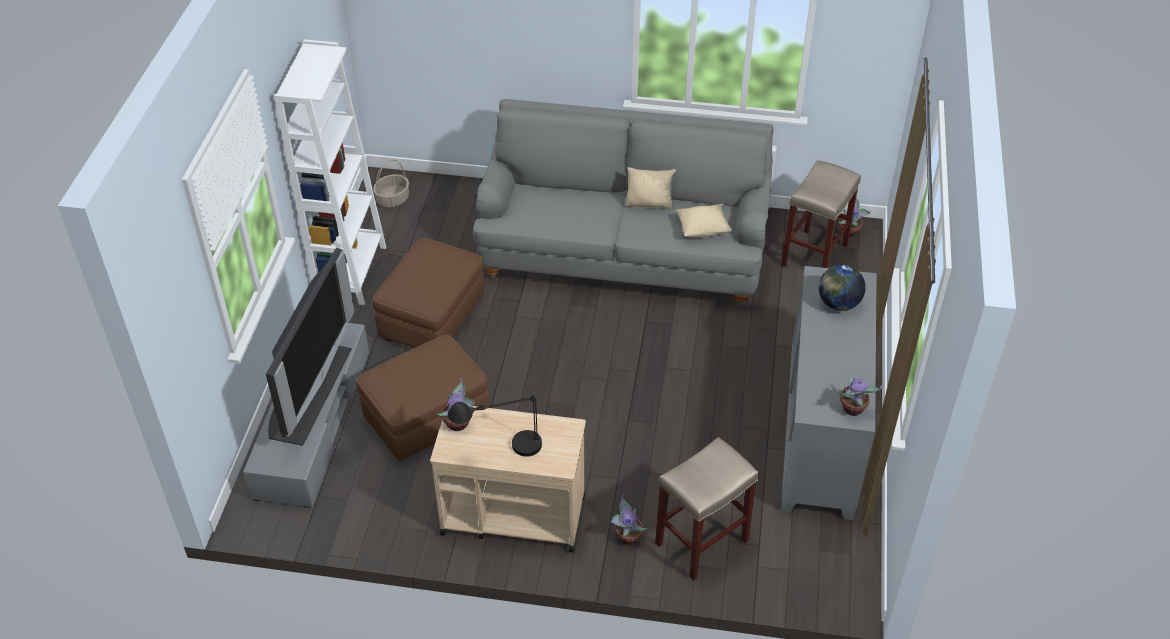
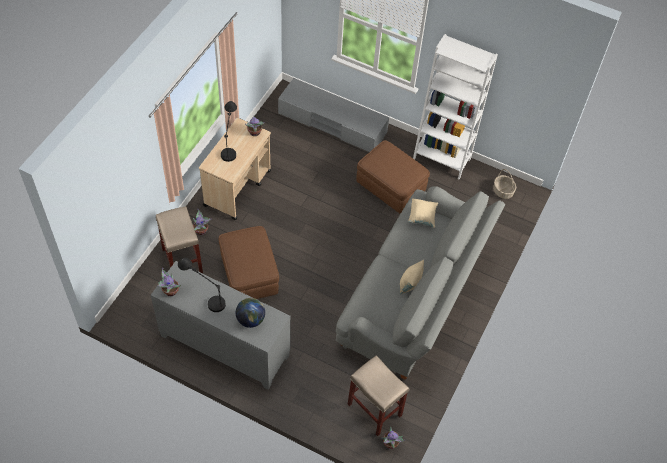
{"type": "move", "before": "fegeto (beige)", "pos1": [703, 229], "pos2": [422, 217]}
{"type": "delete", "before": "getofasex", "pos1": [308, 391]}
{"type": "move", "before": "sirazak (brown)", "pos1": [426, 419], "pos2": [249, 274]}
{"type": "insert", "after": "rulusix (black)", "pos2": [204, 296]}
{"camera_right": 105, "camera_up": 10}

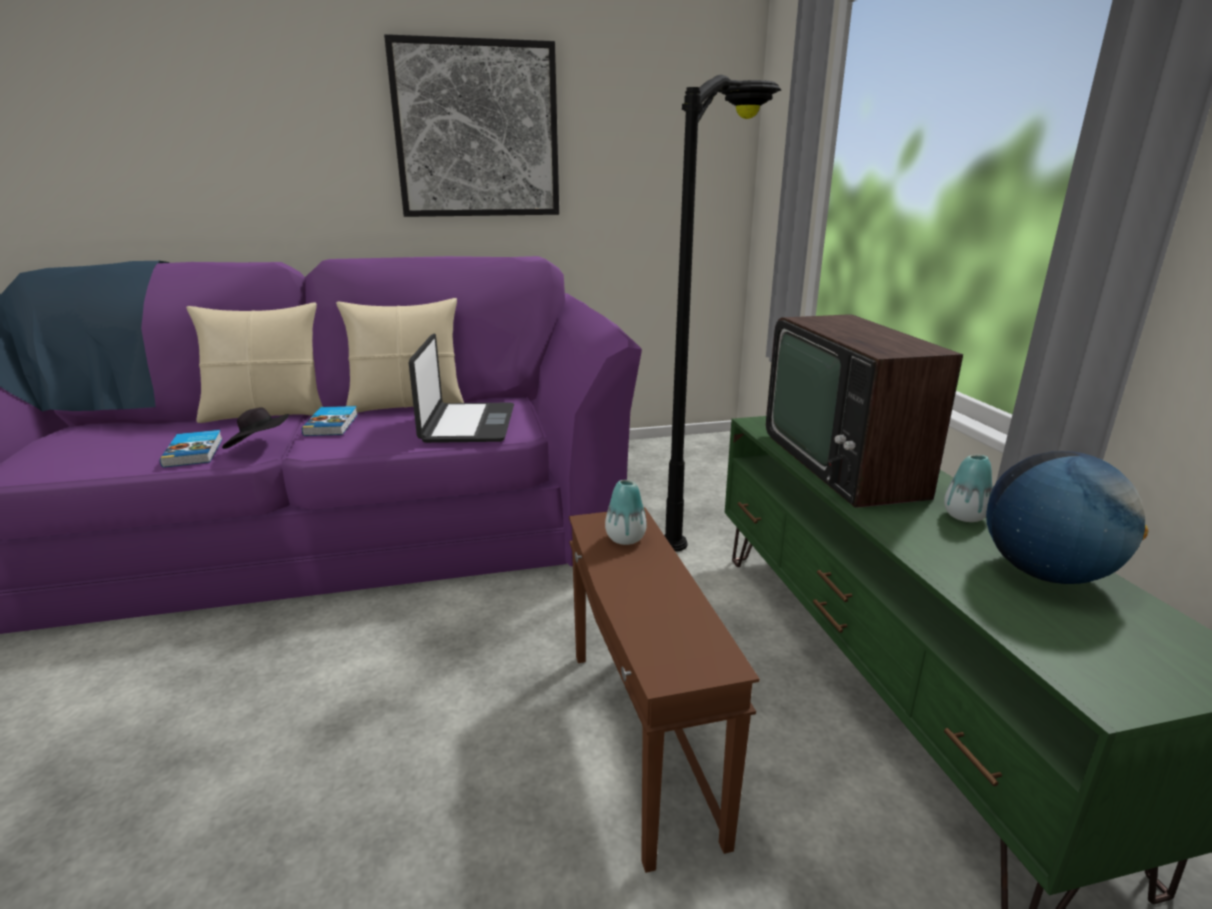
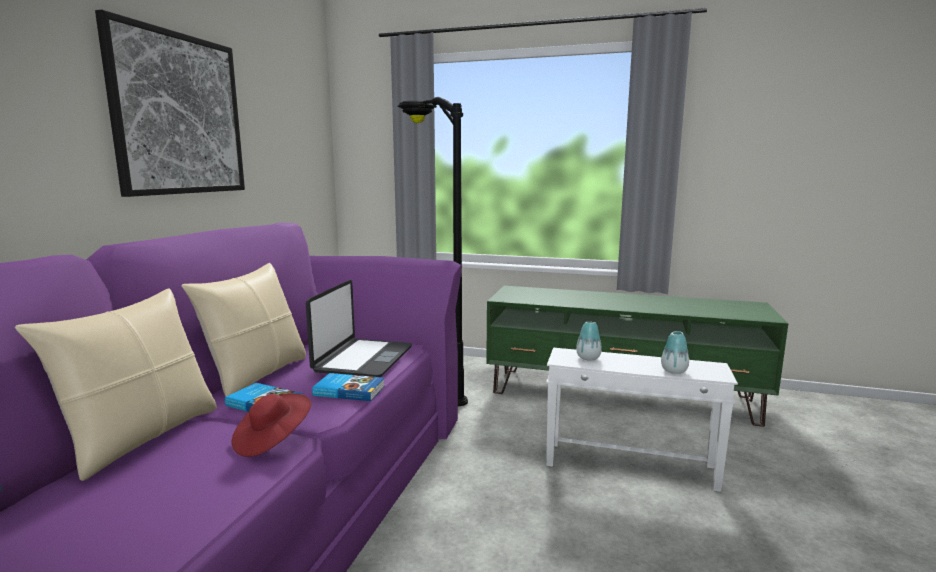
{"type": "delete", "before": "getofasex", "pos1": [850, 461]}
{"type": "rotate", "before": "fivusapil", "pos1": [467, 424], "pos2": [363, 359], "turn": 75}
{"type": "recolor", "before": "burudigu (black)", "after": "burudigu (red)", "pos1": [261, 447], "pos2": [272, 440]}
{"type": "move", "before": "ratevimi", "pos1": [195, 452], "pos2": [349, 390]}
{"type": "delete", "before": "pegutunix", "pos1": [1045, 573]}
{"type": "move", "before": "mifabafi", "pos1": [964, 516], "pos2": [674, 371]}
{"type": "recolor", "before": "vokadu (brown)", "after": "vokadu (white)", "pos1": [639, 738], "pos2": [629, 466]}
{"camera_right": -60, "camera_up": -10}

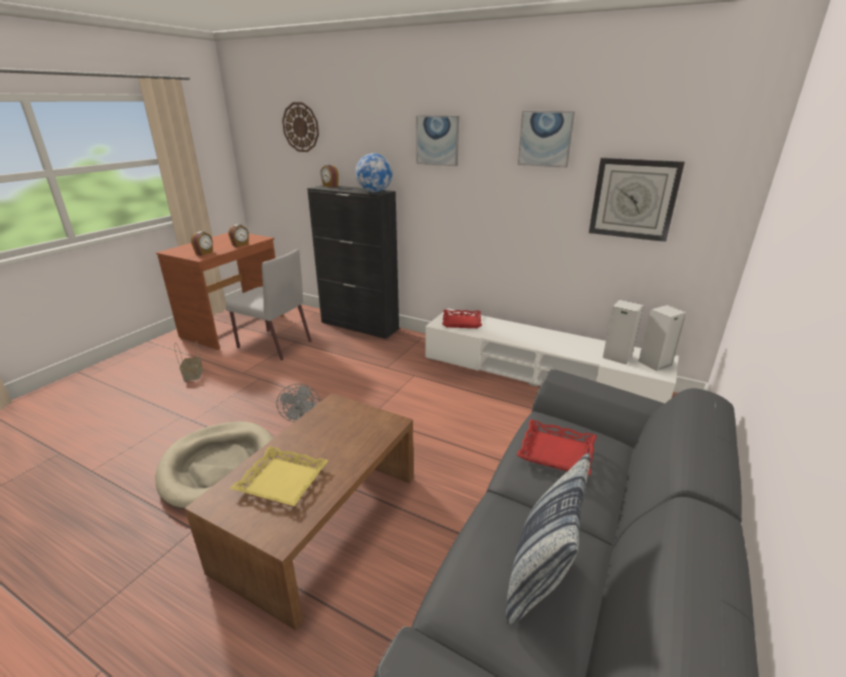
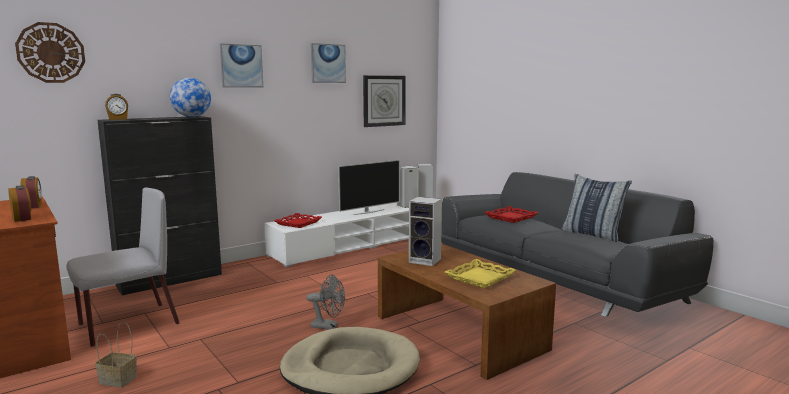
{"type": "insert", "after": "getofasex", "pos2": [368, 212]}
{"type": "insert", "after": "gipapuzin", "pos2": [426, 260]}
{"camera_right": -65, "camera_up": -15}

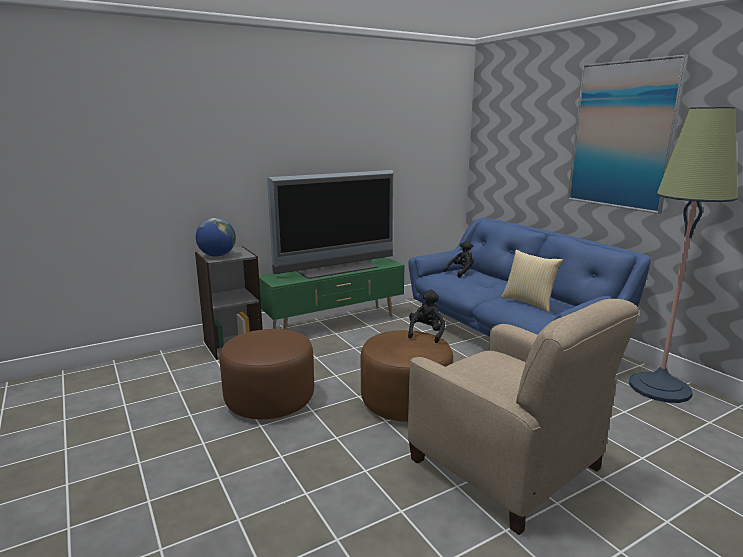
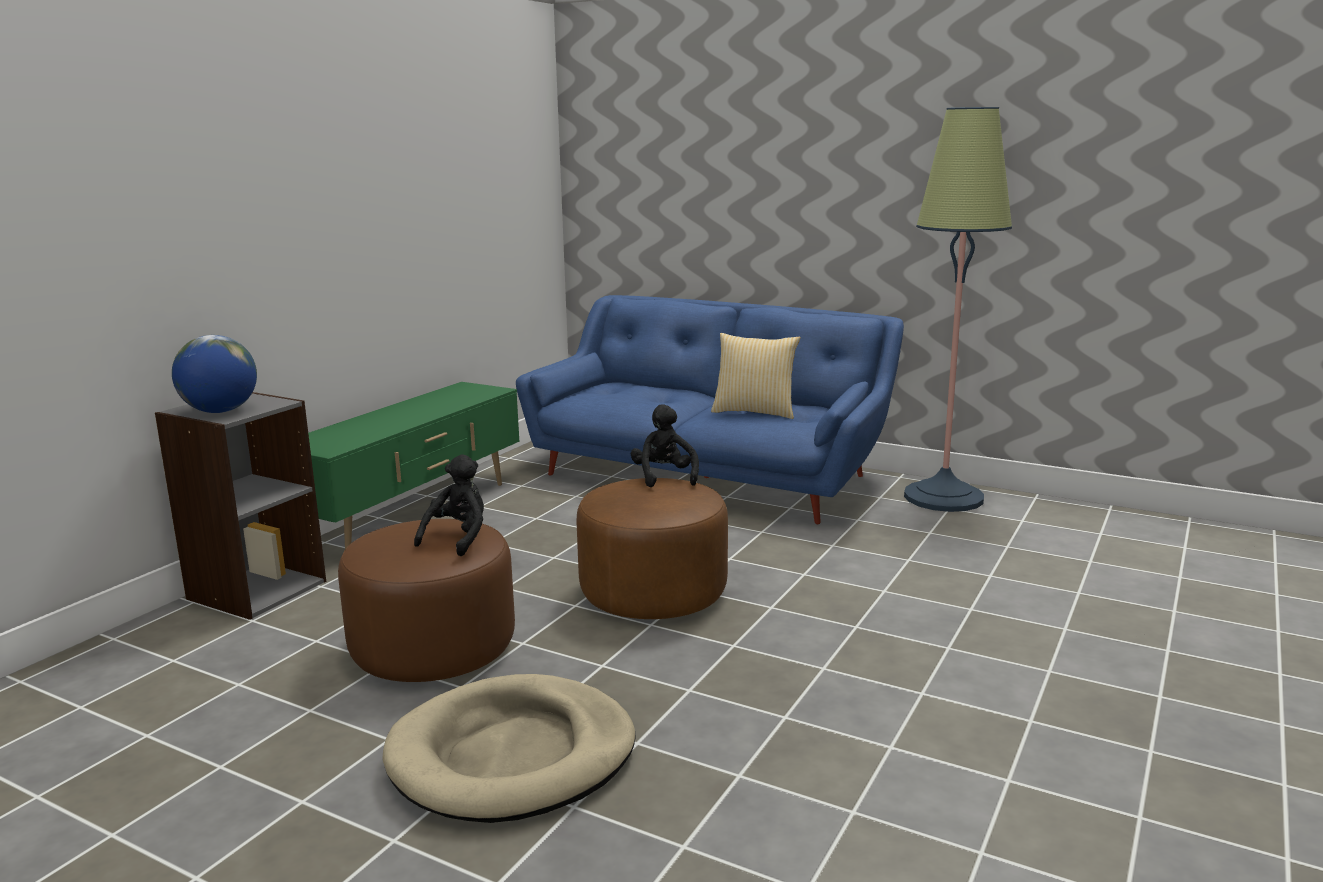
{"type": "delete", "before": "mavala", "pos1": [622, 136]}
{"type": "delete", "before": "getofasex", "pos1": [337, 268]}
{"type": "move", "before": "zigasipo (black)", "pos1": [461, 272], "pos2": [458, 538]}
{"type": "delete", "before": "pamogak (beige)", "pos1": [506, 465]}
{"type": "insert", "after": "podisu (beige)", "pos2": [512, 756]}
{"camera_right": -30, "camera_up": 0}

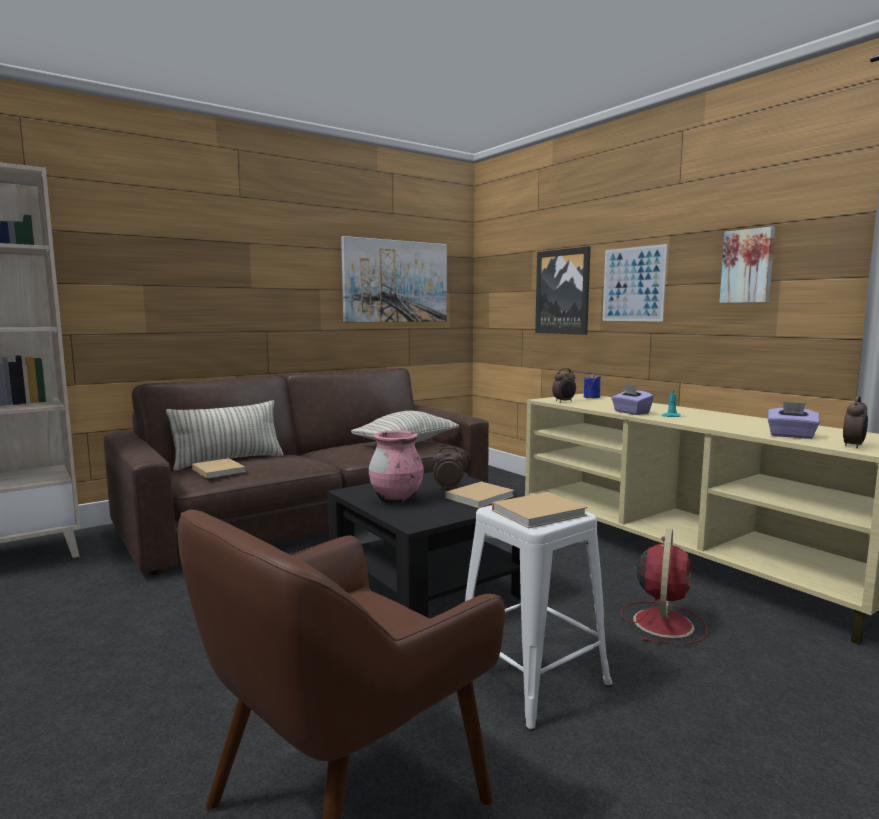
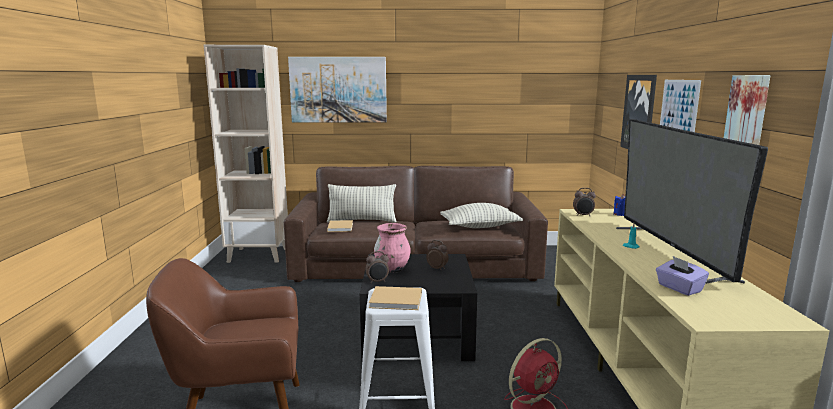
{"type": "move", "before": "mavala", "pos1": [395, 281], "pos2": [338, 90]}
{"type": "delete", "before": "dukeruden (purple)", "pos1": [631, 412]}
{"type": "move", "before": "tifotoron", "pos1": [854, 446], "pos2": [377, 281]}
{"type": "delete", "before": "ratevimi (beige)", "pos1": [481, 496]}
{"type": "insert", "after": "getofasex", "pos2": [671, 251]}
{"camera_right": 35, "camera_up": 5}

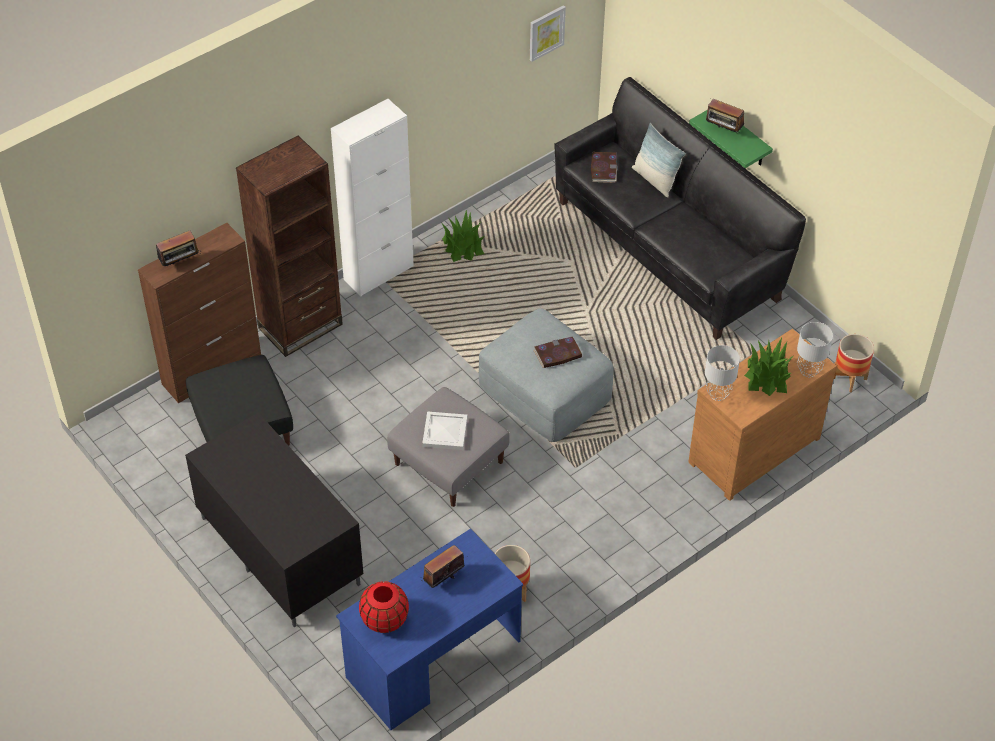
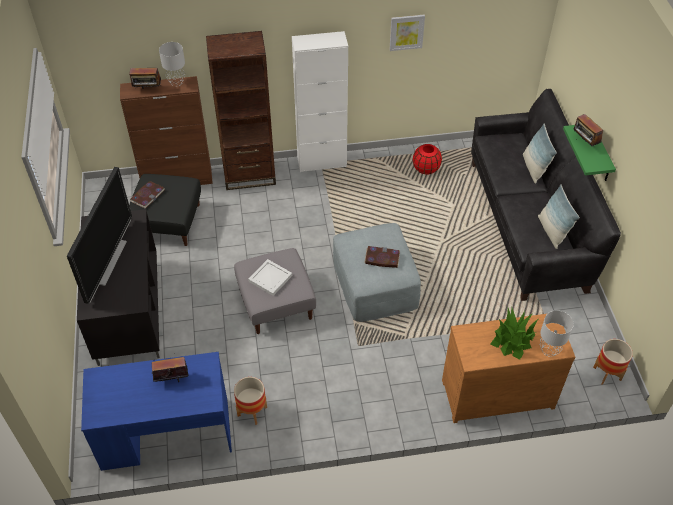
{"type": "move", "before": "mavala", "pos1": [546, 32], "pos2": [406, 32]}
{"type": "move", "before": "ratevimi", "pos1": [603, 168], "pos2": [147, 195]}
{"type": "delete", "before": "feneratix", "pos1": [463, 246]}
{"type": "move", "before": "rulusix (grey)", "pos1": [718, 394], "pos2": [177, 82]}
{"type": "move", "before": "mifabafi (red)", "pos1": [384, 619], "pos2": [426, 168]}
{"type": "insert", "after": "getofasex", "pos2": [107, 262]}
{"type": "insert", "after": "fegeto", "pos2": [552, 231]}
{"camera_right": 30, "camera_up": 0}

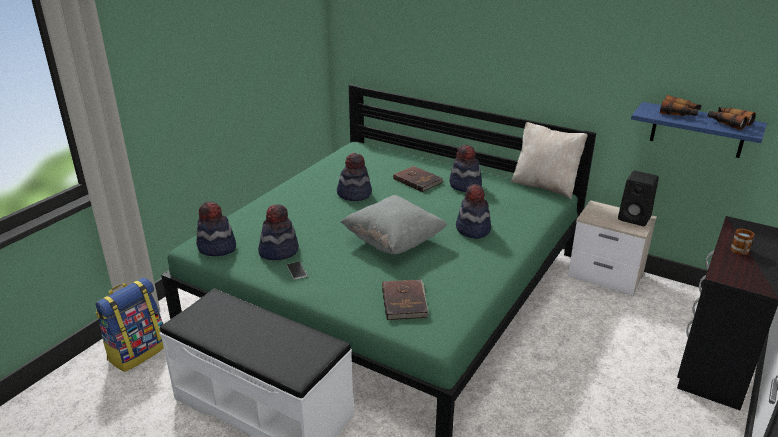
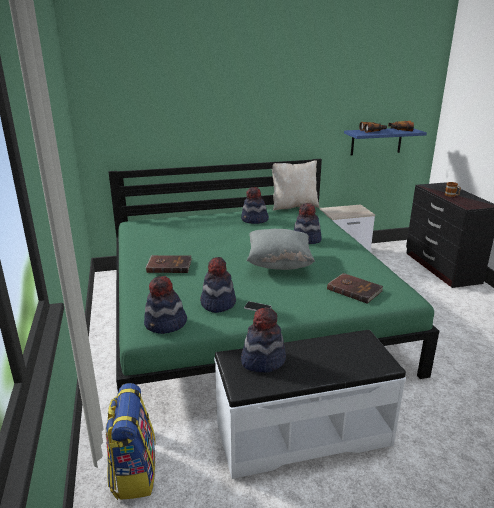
{"type": "move", "before": "burudigu", "pos1": [354, 194], "pos2": [262, 360]}
{"type": "move", "before": "ratevimi (brown)", "pos1": [418, 180], "pos2": [169, 266]}
{"type": "delete", "before": "gipapuzin (black)", "pos1": [635, 218]}
{"camera_right": -45, "camera_up": -5}

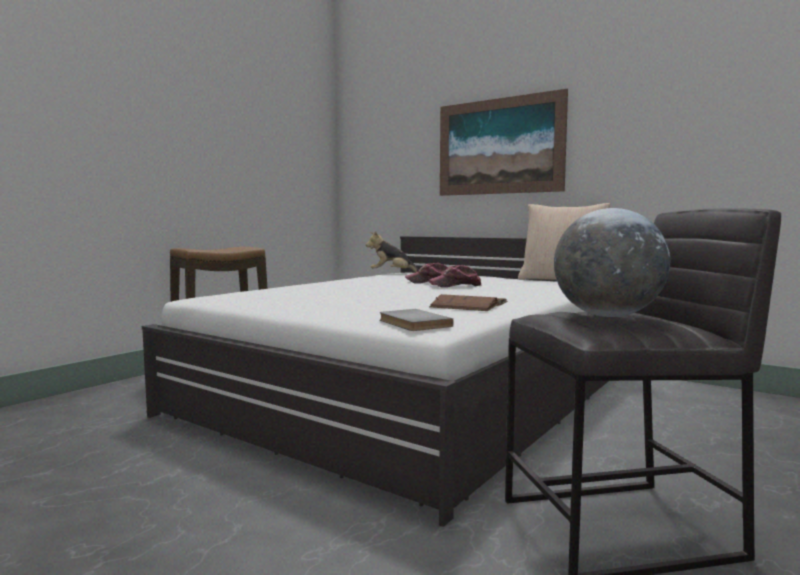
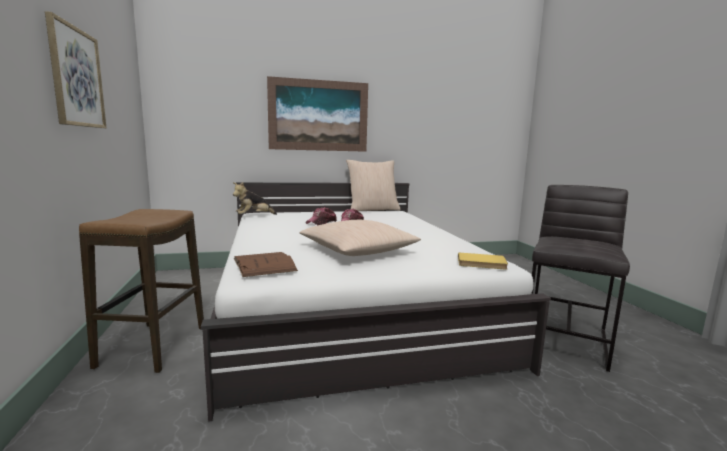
{"type": "delete", "before": "pegutunix", "pos1": [607, 316]}
{"type": "move", "before": "ratevimi (brown)", "pos1": [469, 304], "pos2": [264, 264]}
{"type": "recolor", "before": "ratevimi (grey)", "after": "ratevimi (yellow)", "pos1": [412, 323], "pos2": [481, 263]}
{"type": "insert", "after": "mavala", "pos2": [76, 77]}
{"type": "insert", "after": "fegeto (beige)", "pos2": [357, 251]}
{"camera_right": -50, "camera_up": 5}

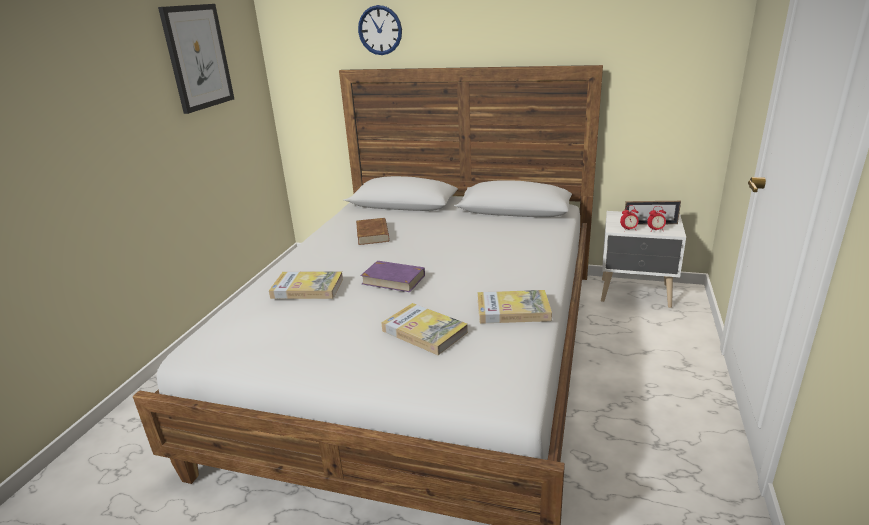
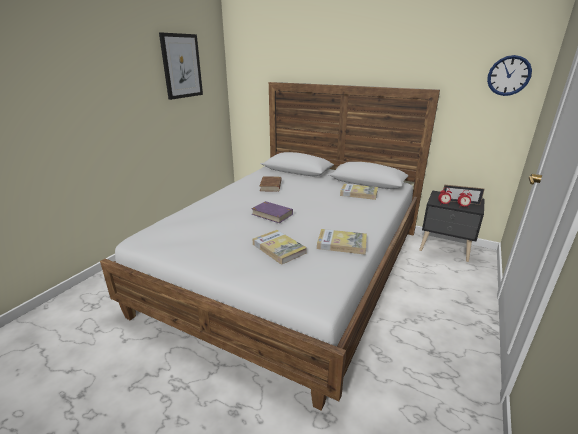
{"type": "move", "before": "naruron", "pos1": [380, 30], "pos2": [508, 75]}
{"type": "recolor", "before": "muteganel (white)", "after": "muteganel (black)", "pos1": [636, 294], "pos2": [445, 249]}
{"type": "move", "before": "ratevimi", "pos1": [307, 288], "pos2": [359, 193]}
{"camera_right": 10, "camera_up": 0}

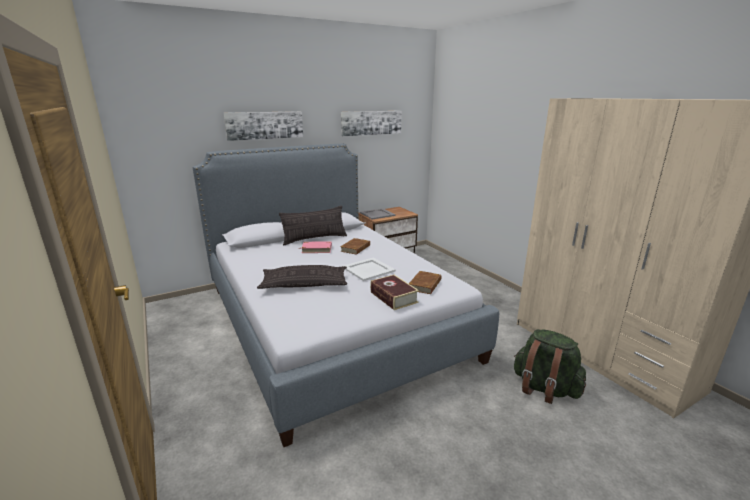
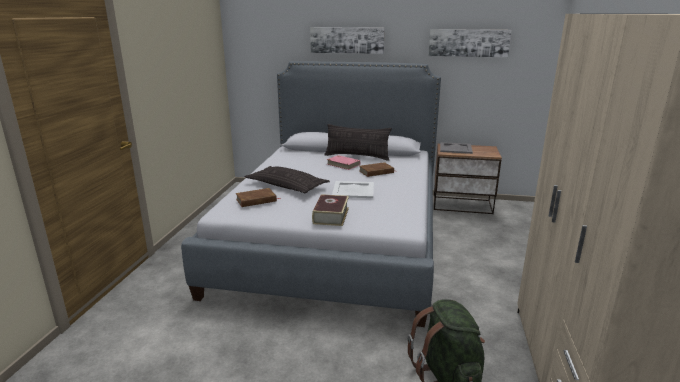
{"type": "move", "before": "ratevimi (brown)", "pos1": [425, 285], "pos2": [256, 200]}
{"camera_right": 40, "camera_up": 0}

